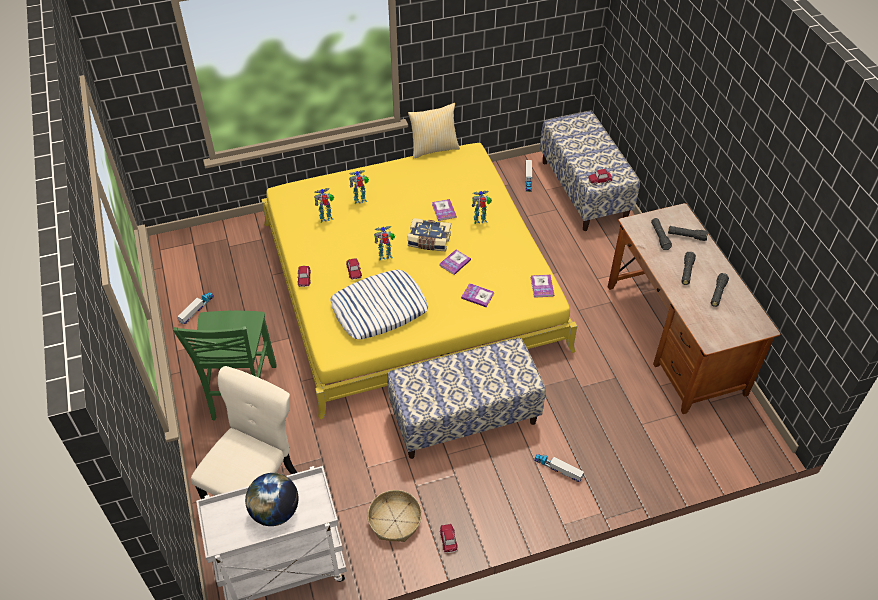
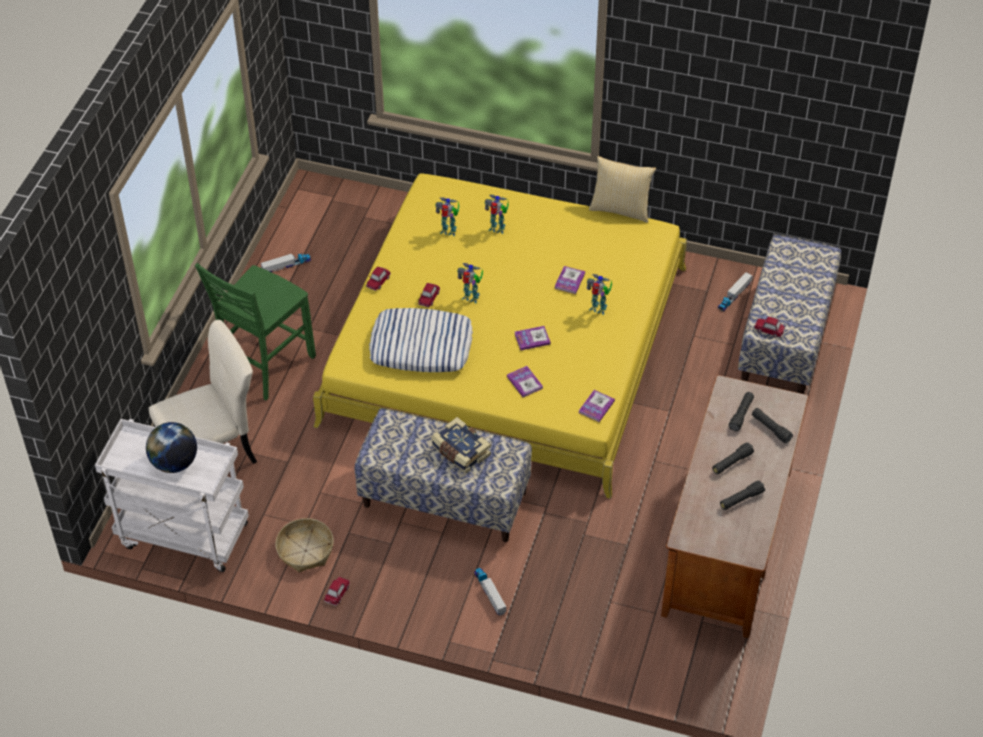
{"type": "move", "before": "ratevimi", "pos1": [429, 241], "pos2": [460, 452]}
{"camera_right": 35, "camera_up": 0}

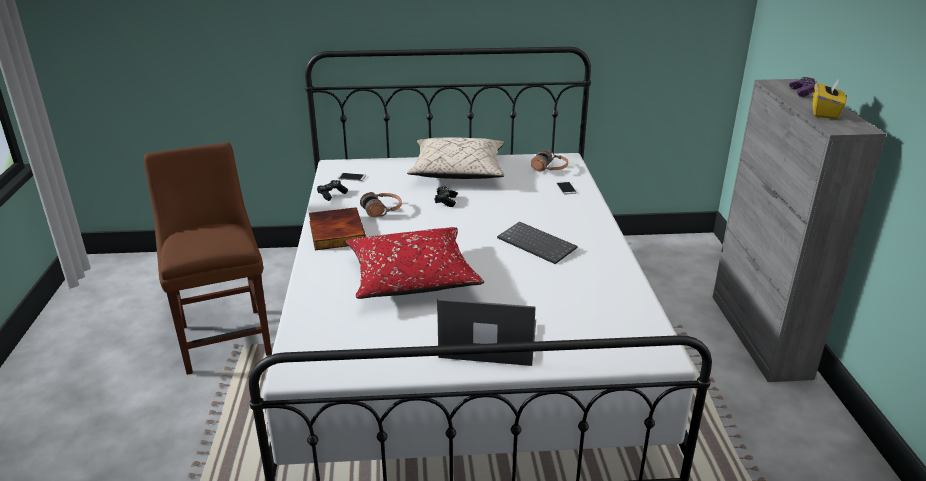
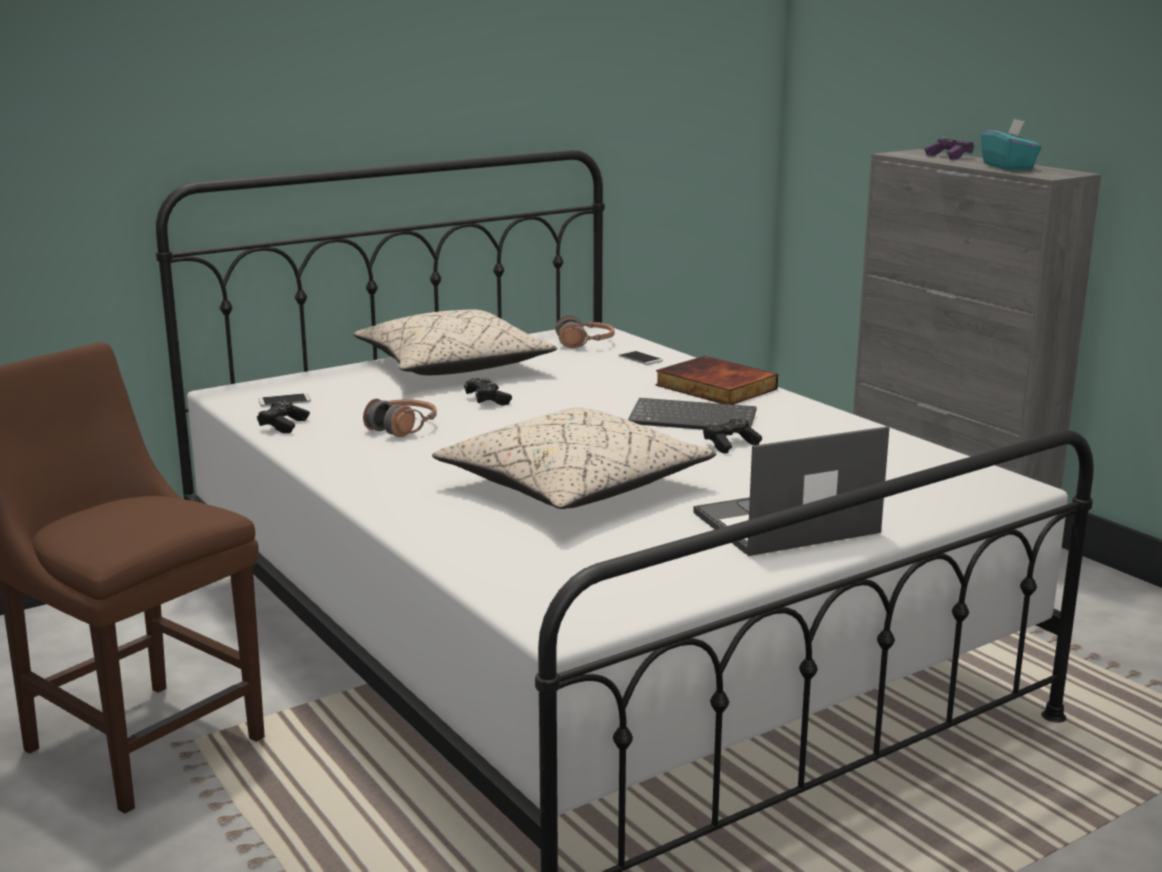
{"type": "recolor", "before": "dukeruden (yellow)", "after": "dukeruden (turquoise)", "pos1": [825, 113], "pos2": [1008, 167]}
{"type": "move", "before": "ratevimi", "pos1": [335, 232], "pos2": [714, 387]}
{"type": "recolor", "before": "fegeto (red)", "after": "fegeto (beige)", "pos1": [411, 278], "pos2": [572, 487]}
{"type": "insert", "after": "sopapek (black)", "pos2": [731, 445]}
{"camera_right": -30, "camera_up": -10}

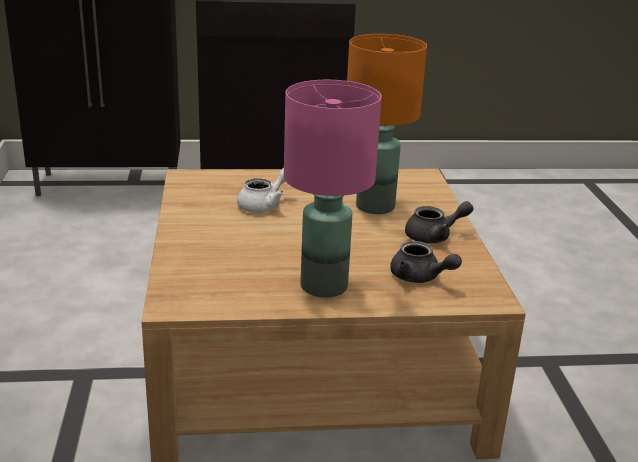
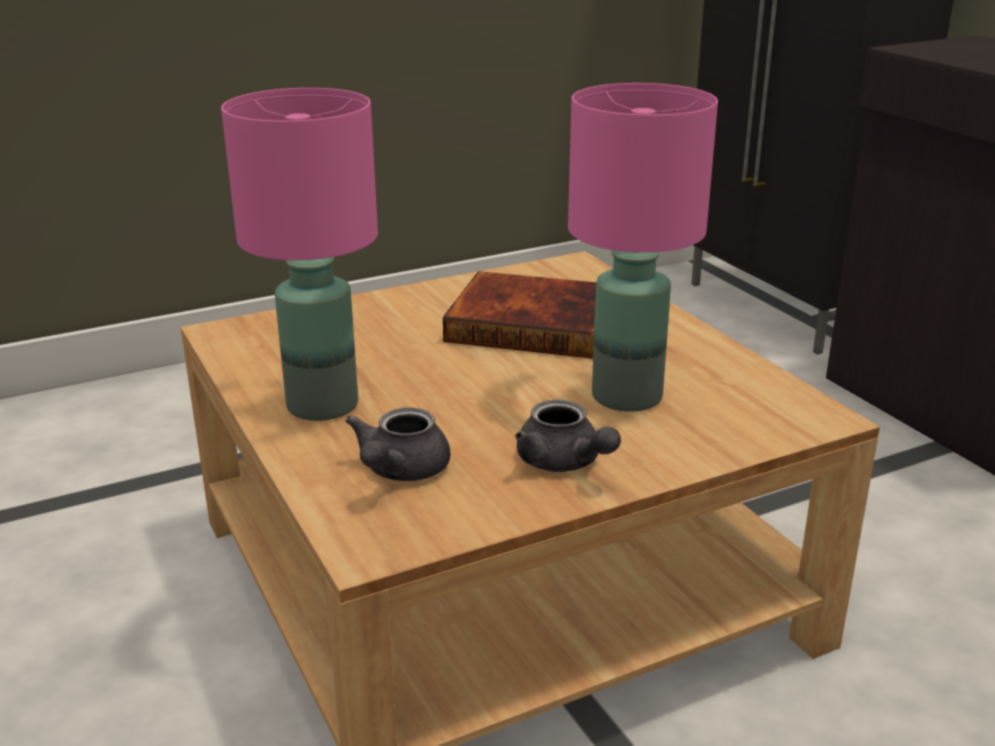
{"type": "recolor", "before": "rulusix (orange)", "after": "rulusix (pink)", "pos1": [374, 207], "pos2": [624, 396]}
{"type": "replace", "before": "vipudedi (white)", "after": "ratevimi", "pos1": [264, 205], "pos2": [538, 323]}
{"camera_right": 70, "camera_up": 0}

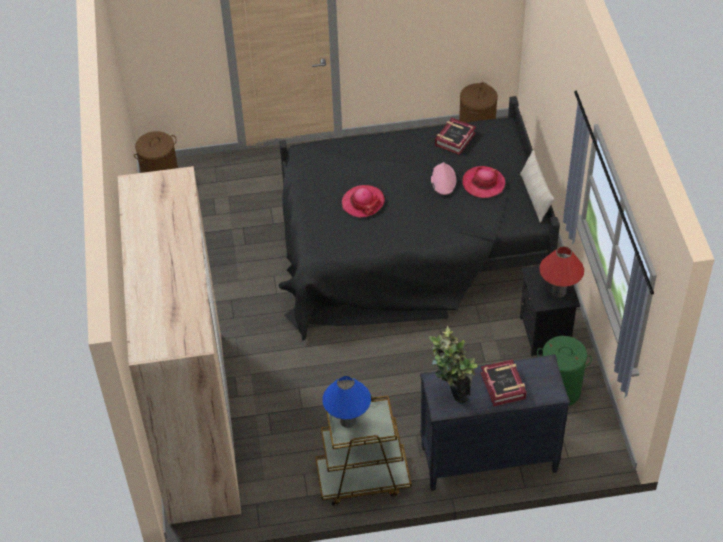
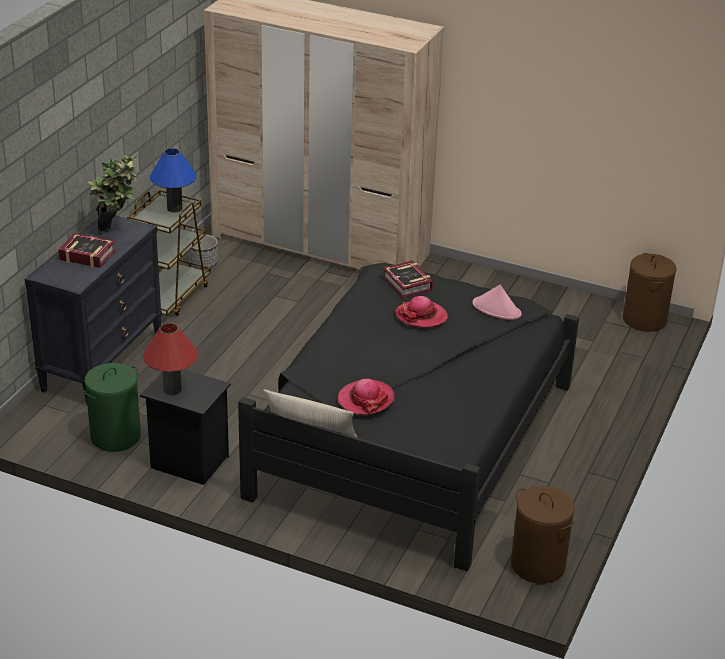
{"type": "move", "before": "ratevimi", "pos1": [454, 139], "pos2": [407, 284]}
{"type": "move", "before": "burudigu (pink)", "pos1": [443, 179], "pos2": [497, 309]}
{"type": "insert", "after": "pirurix", "pos2": [203, 263]}
{"camera_right": 120, "camera_up": -15}

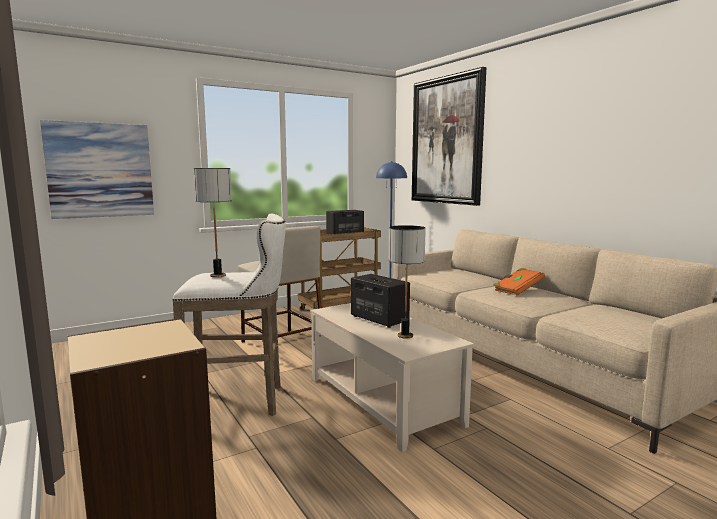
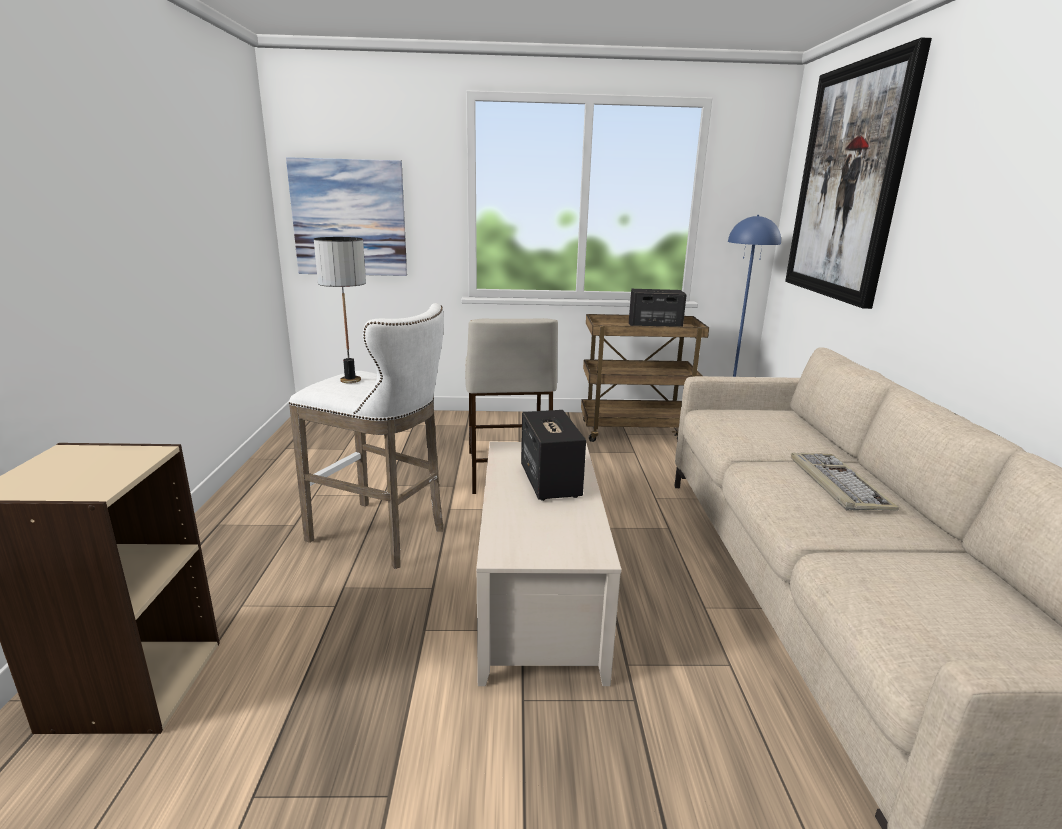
{"type": "delete", "before": "rulusix", "pos1": [405, 335]}
{"type": "replace", "before": "ratevimi (orange)", "after": "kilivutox", "pos1": [517, 290], "pos2": [836, 484]}
{"camera_right": 30, "camera_up": 10}

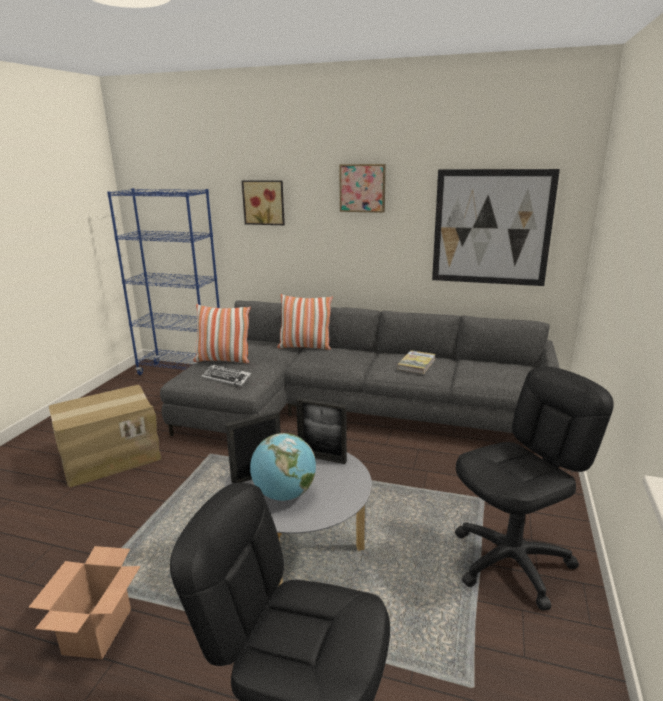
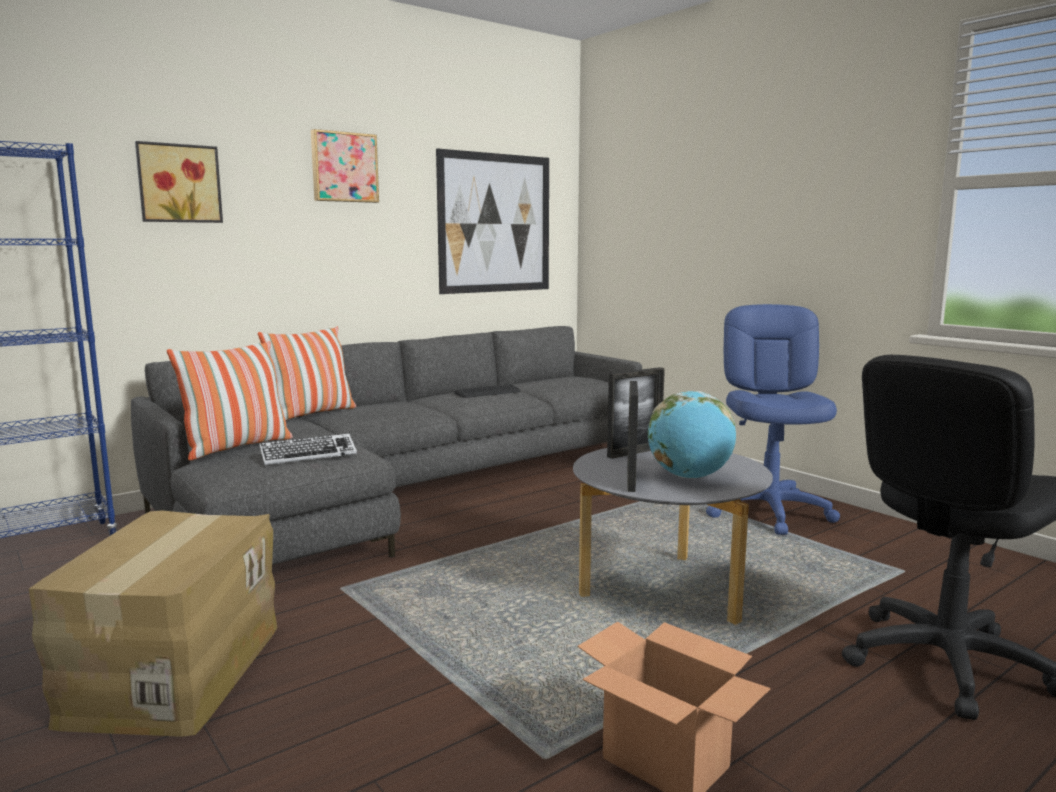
{"type": "replace", "before": "ratevimi", "after": "kilivutox", "pos1": [416, 364], "pos2": [488, 392]}
{"type": "recolor", "before": "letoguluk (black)", "after": "letoguluk (blue)", "pos1": [512, 562], "pos2": [769, 512]}
{"camera_right": -55, "camera_up": -10}

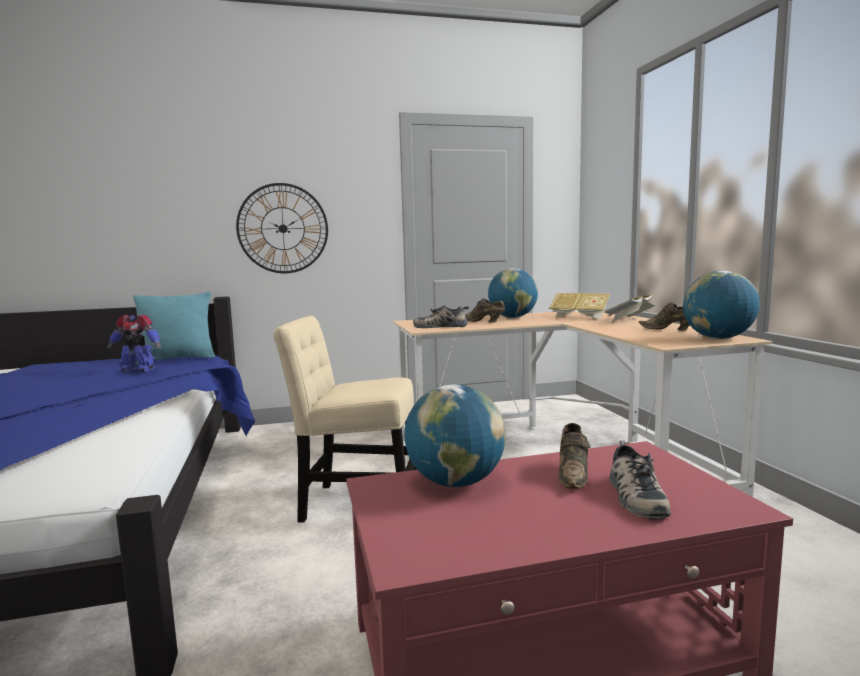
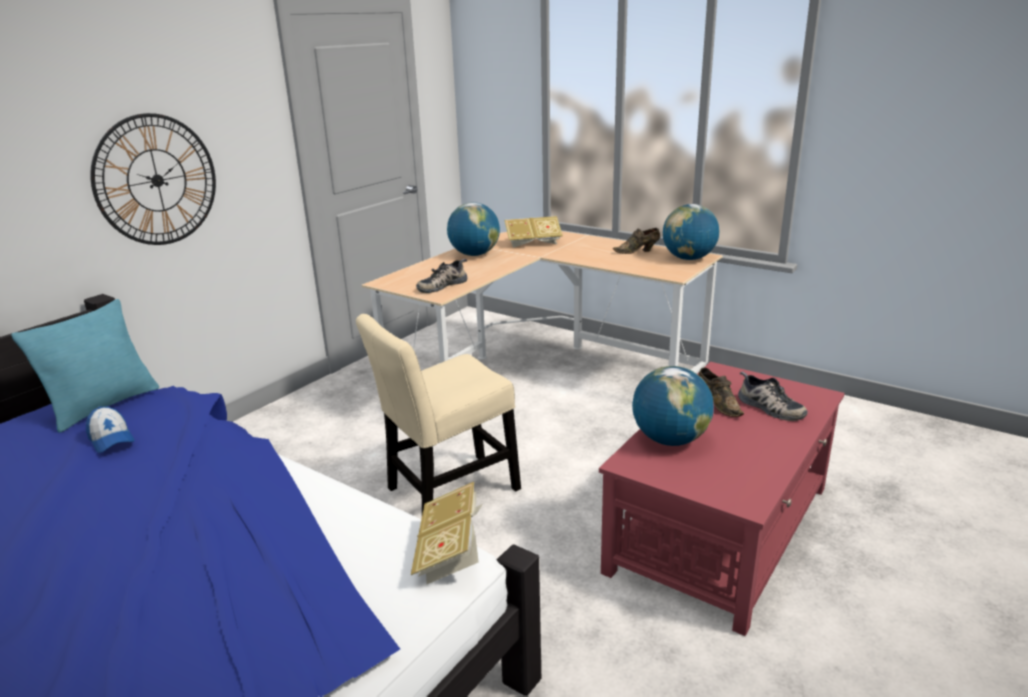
{"type": "move", "before": "ratevimi", "pos1": [629, 320], "pos2": [450, 552]}
{"type": "delete", "before": "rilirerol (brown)", "pos1": [484, 321]}
{"type": "replace", "before": "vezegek", "after": "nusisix", "pos1": [138, 369], "pos2": [111, 439]}
{"camera_right": -40, "camera_up": 15}

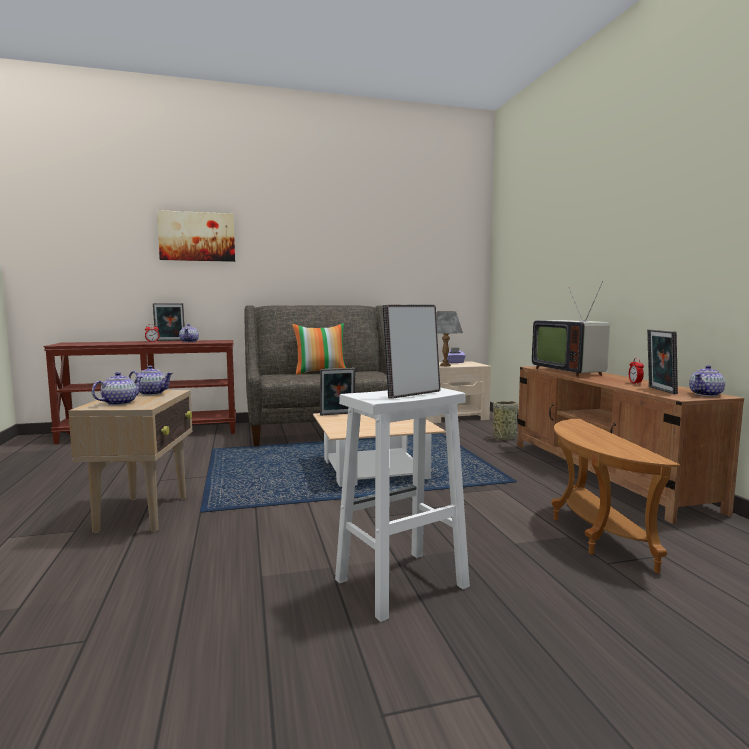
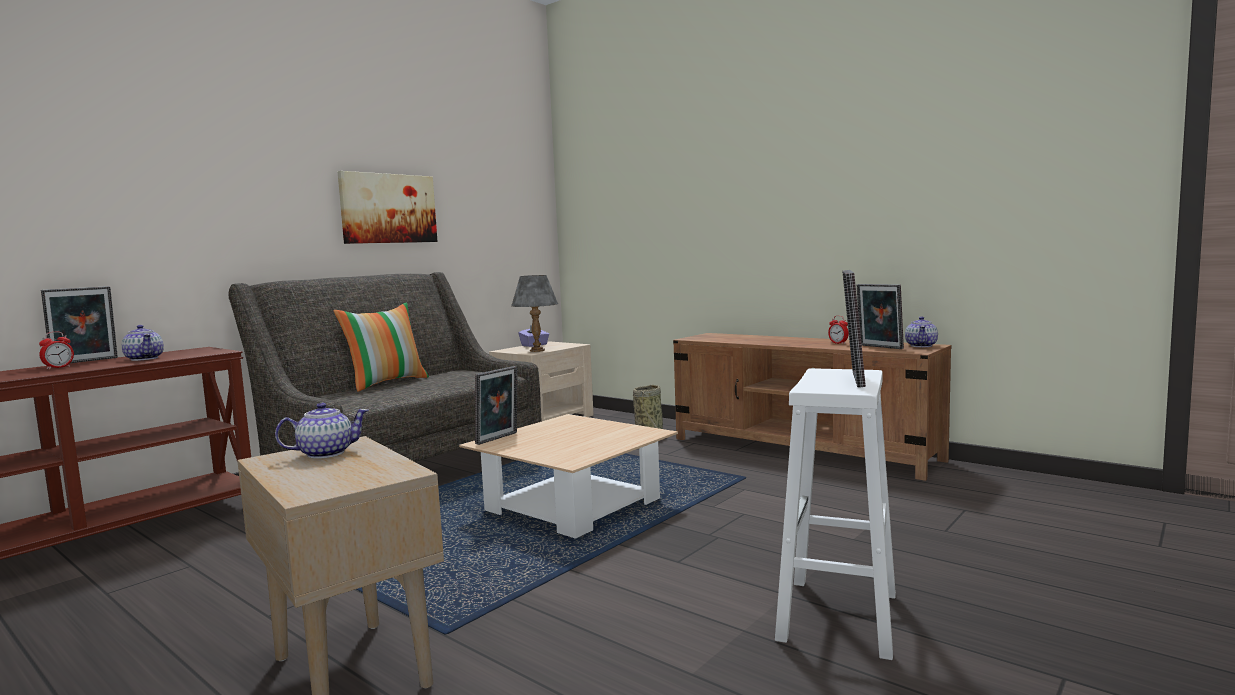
{"type": "move", "before": "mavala", "pos1": [197, 236], "pos2": [388, 208]}
{"type": "delete", "before": "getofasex", "pos1": [569, 371]}
{"type": "delete", "before": "vipudedi", "pos1": [119, 403]}
{"type": "delete", "before": "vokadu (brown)", "pos1": [592, 534]}
{"camera_right": -35, "camera_up": 0}

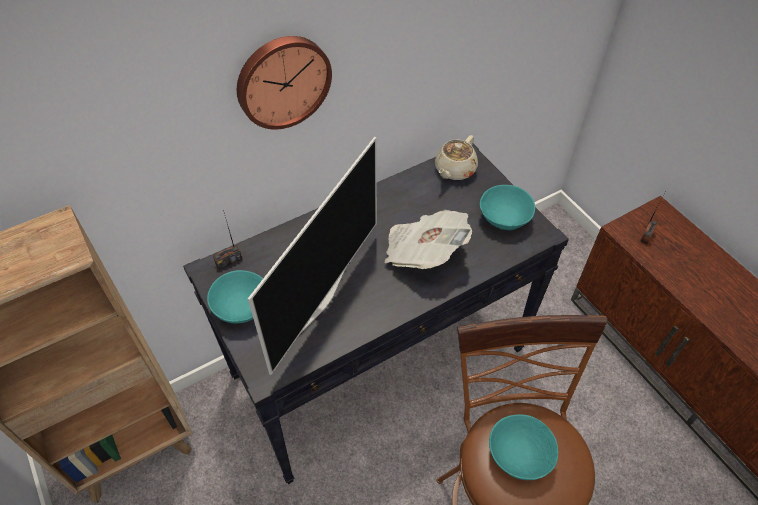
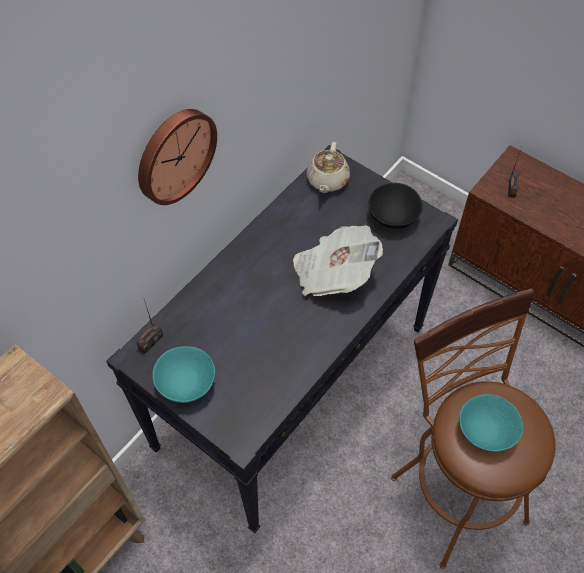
{"type": "delete", "before": "getofasex", "pos1": [320, 299]}
{"type": "recolor", "before": "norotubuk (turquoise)", "after": "norotubuk (black)", "pos1": [503, 218], "pos2": [392, 216]}
{"camera_right": -20, "camera_up": 5}

